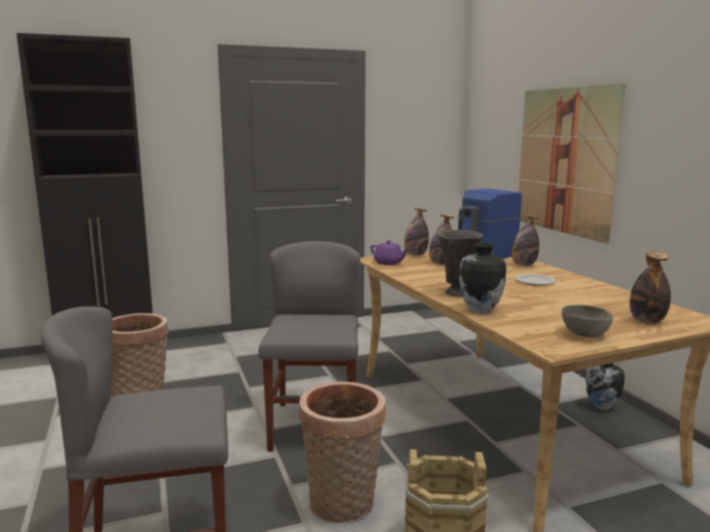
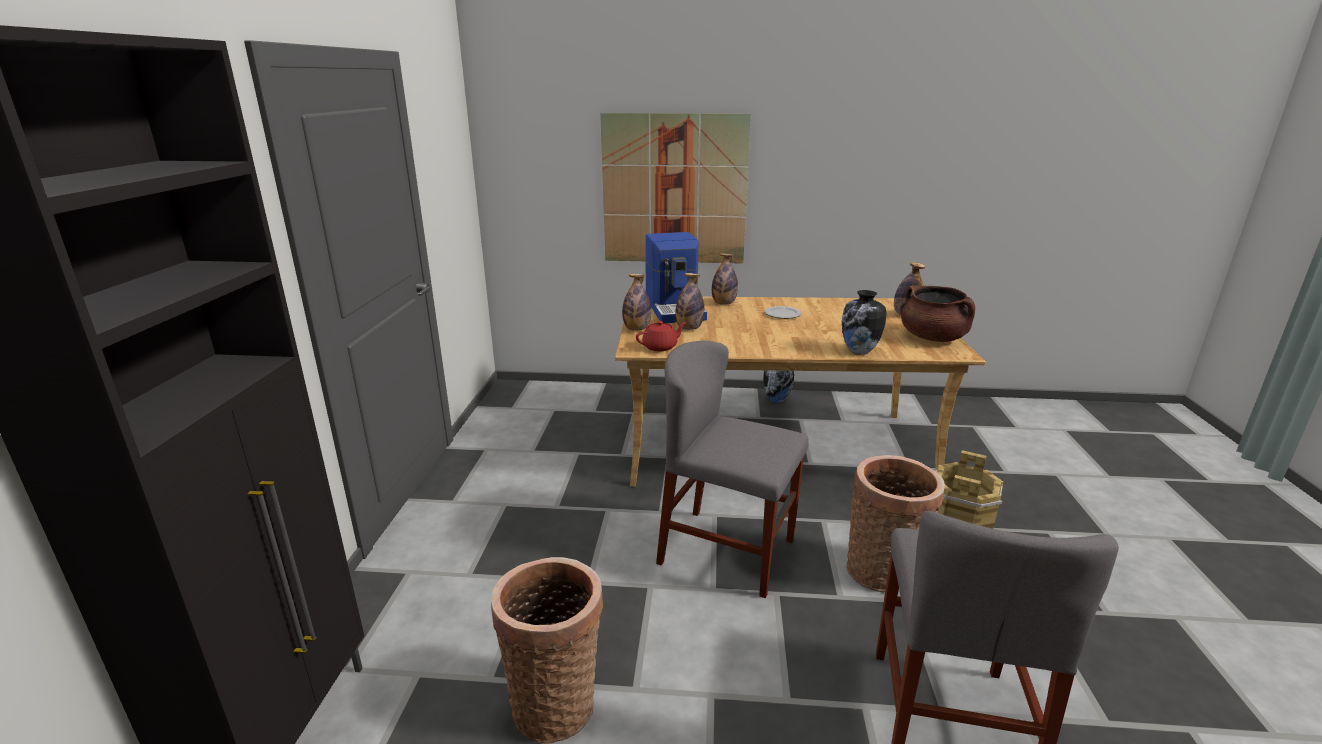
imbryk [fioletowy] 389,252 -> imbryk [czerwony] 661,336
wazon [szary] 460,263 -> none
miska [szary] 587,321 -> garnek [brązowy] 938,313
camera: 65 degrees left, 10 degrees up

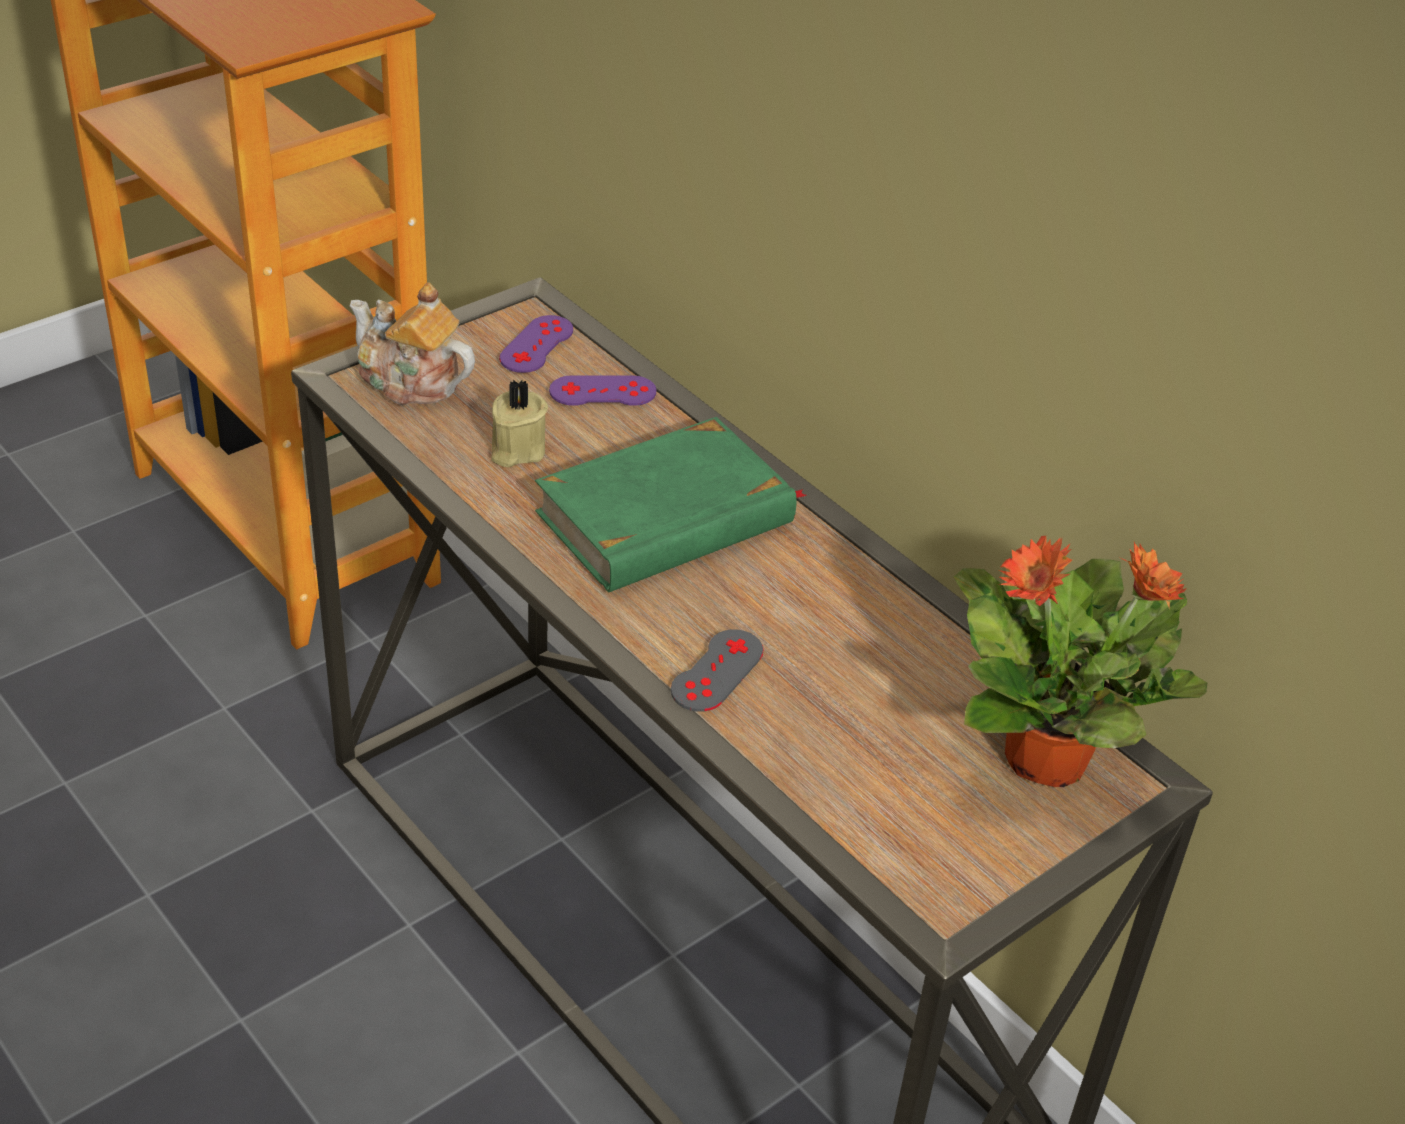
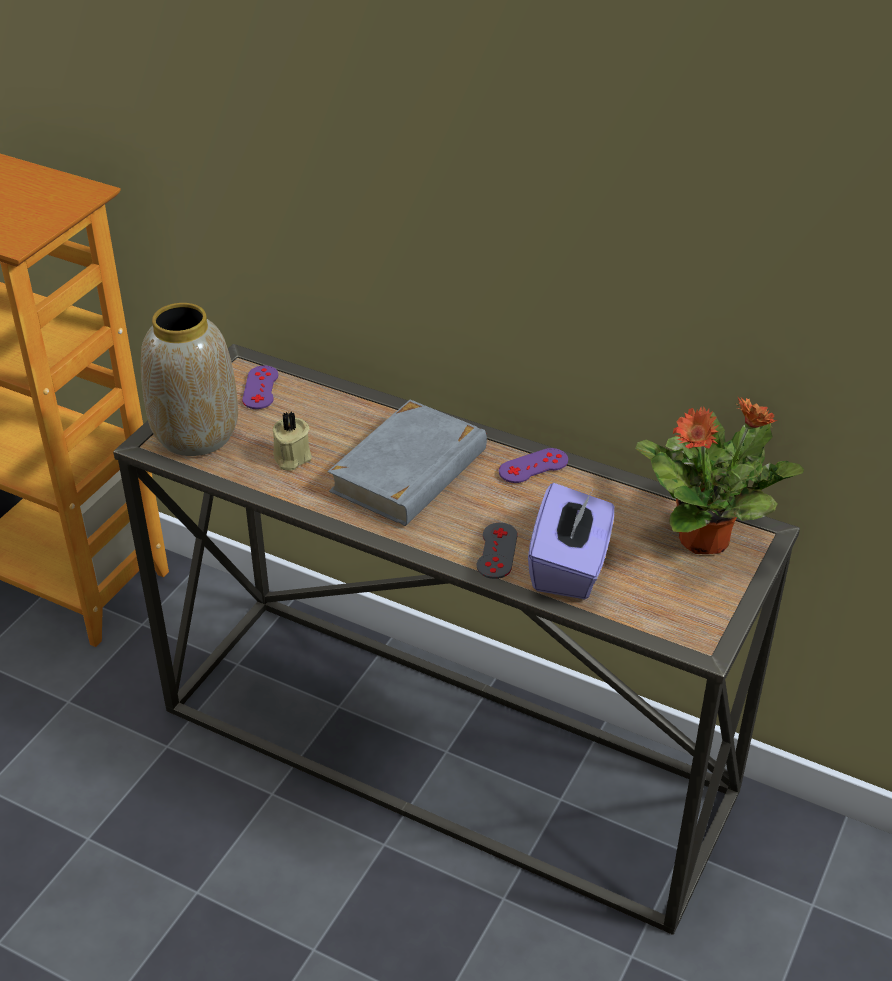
imbryk 412,343 -> wazon 189,379
książka [zielony] 671,504 -> książka [szary] 407,463
pad do gier [fioletowy] 602,390 -> pad do gier [fioletowy] 533,465, moved
none -> pudełko chusteczek [fioletowy] 571,541
camera: 20 degrees left, 0 degrees up

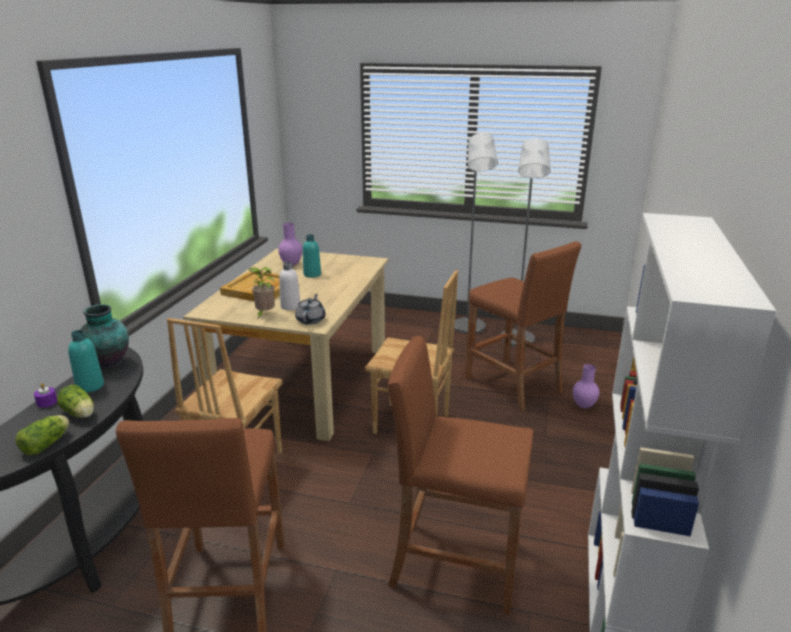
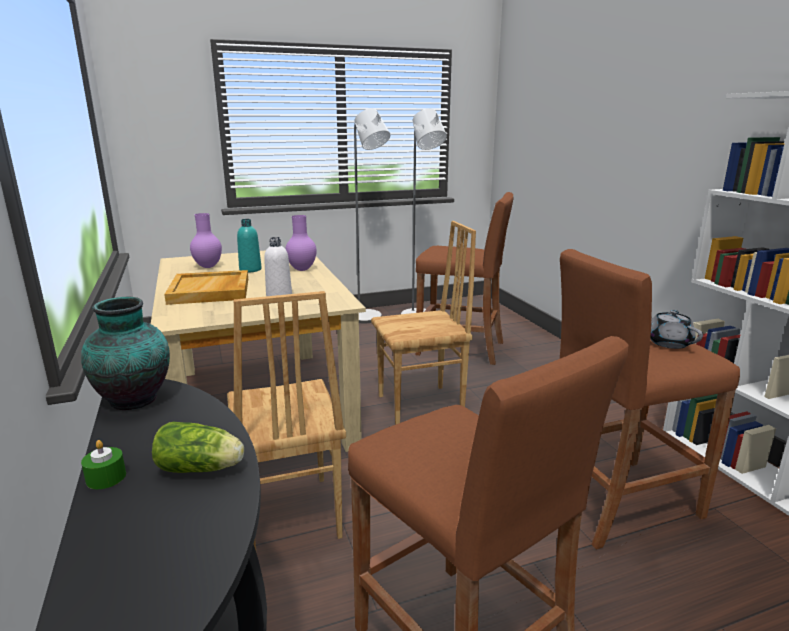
sałata 42,435 -> none
świeca [fioletowy] 45,395 -> świeca [zielony] 103,464
butelka [turkusowy] 86,361 -> none
roślina doniczkowa 261,293 -> none
imbryk [szary] 310,309 -> imbryk [szary] 676,329, moved
wazon [fioletowy] 586,386 -> wazon [fioletowy] 301,243, moved
camera: 35 degrees left, 5 degrees down

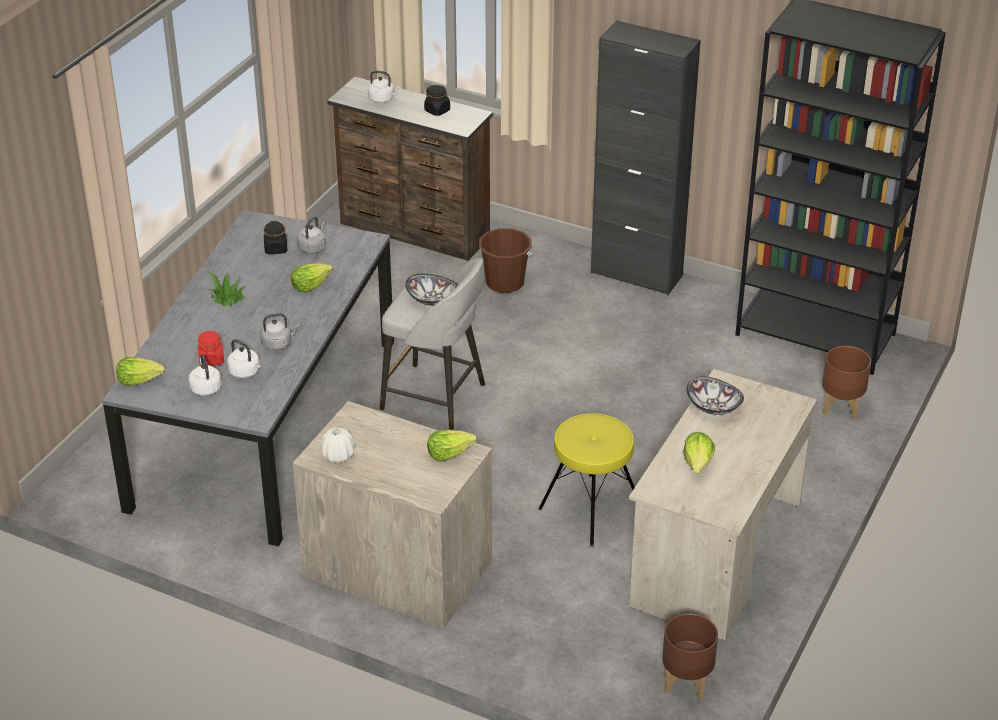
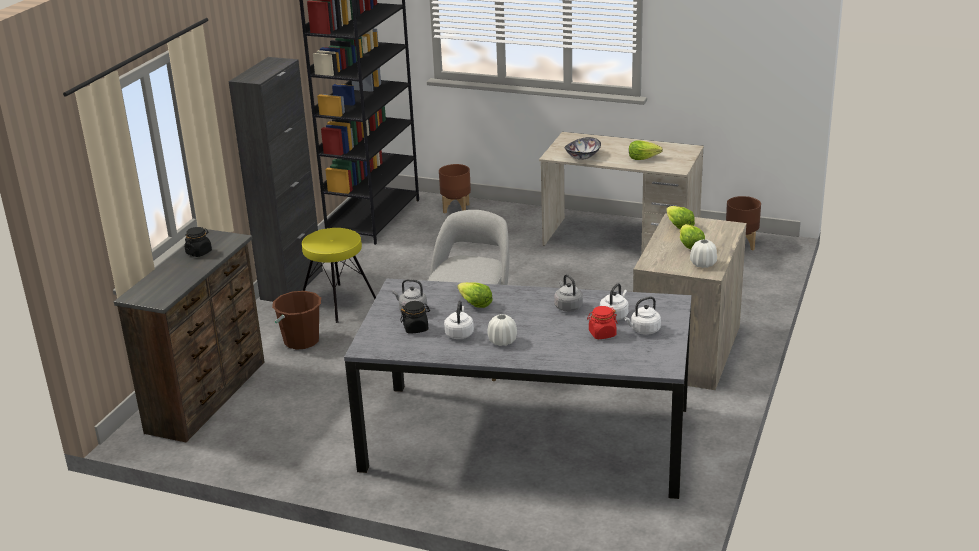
sałata 140,371 -> sałata 692,236, moved
roślina doniczkowa 225,289 -> wazon [biały] 502,330
czajnik [biały] 384,87 -> czajnik [biały] 459,320, moved
miska 431,290 -> none
stołek [żółty] 586,480 -> stołek [żółty] 339,275, moved
camera: 95 degrees left, 10 degrees down

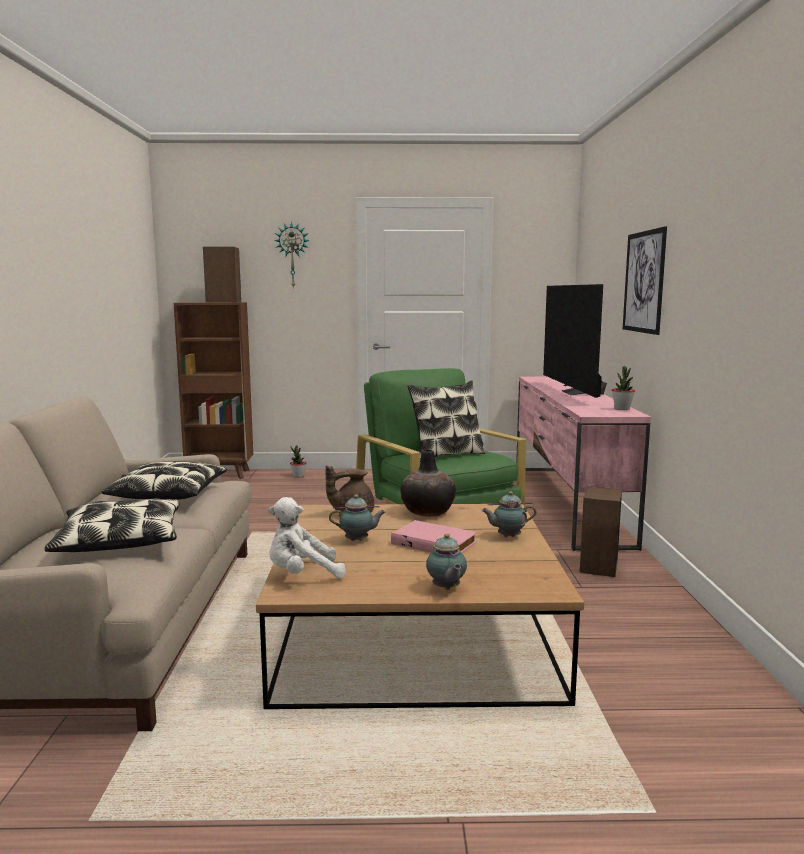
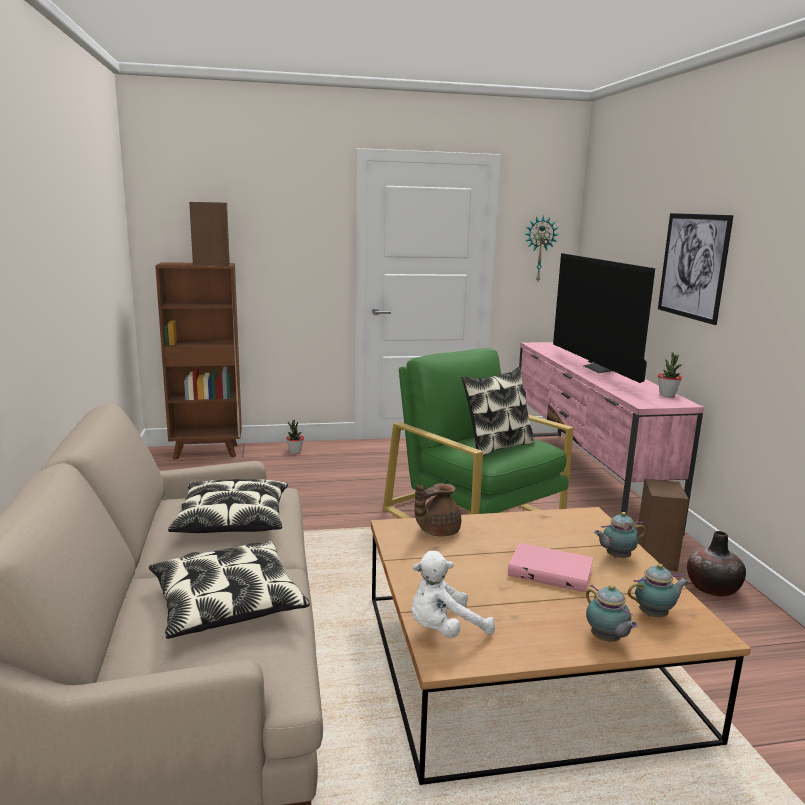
zegar ścienny 292,255 -> zegar ścienny 542,248, moved
imbryk 357,518 -> imbryk 658,590, moved
wazon 428,483 -> wazon 716,564, moved
camera: 10 degrees left, 5 degrees up

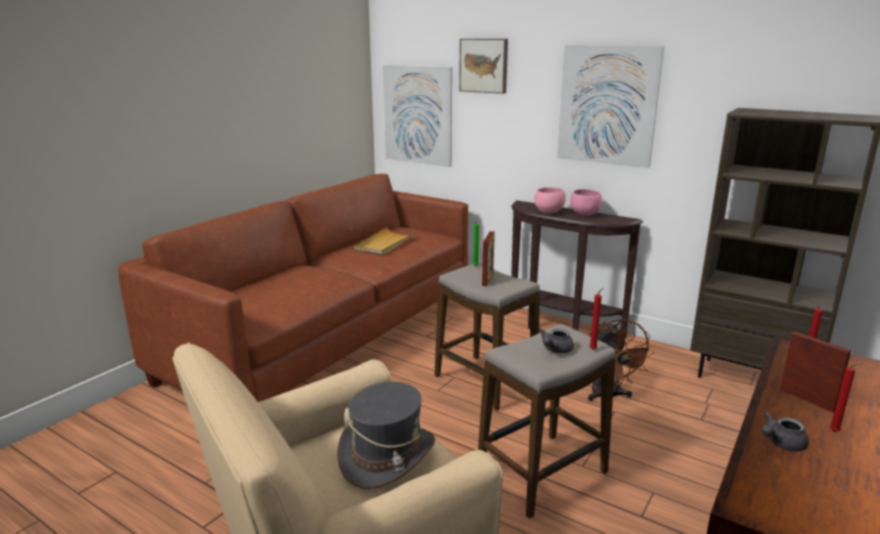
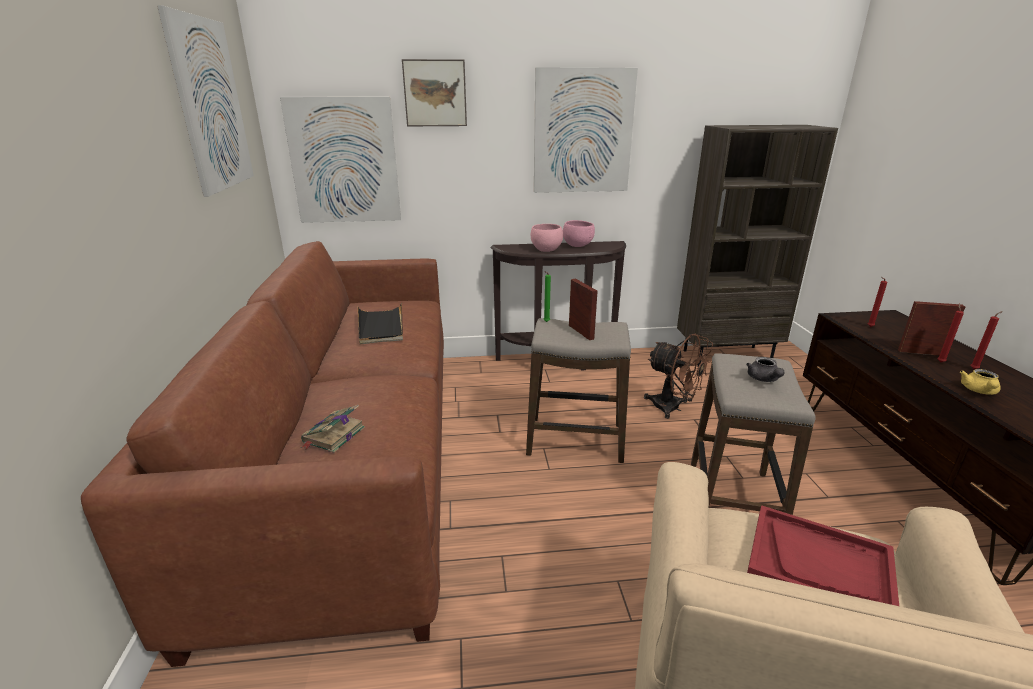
kapelusz [szary] 386,435 -> taca [czerwony] 823,555
taca [beżowy] 385,241 -> taca [czarny] 380,323
świeca [czerwony] 596,319 -> świeca [czerwony] 950,333, moved
imbryk [szary] 785,431 -> imbryk [żółty] 980,382
none -> obraz 205,101
none -> książka 333,429
camera: 40 degrees left, 5 degrees up

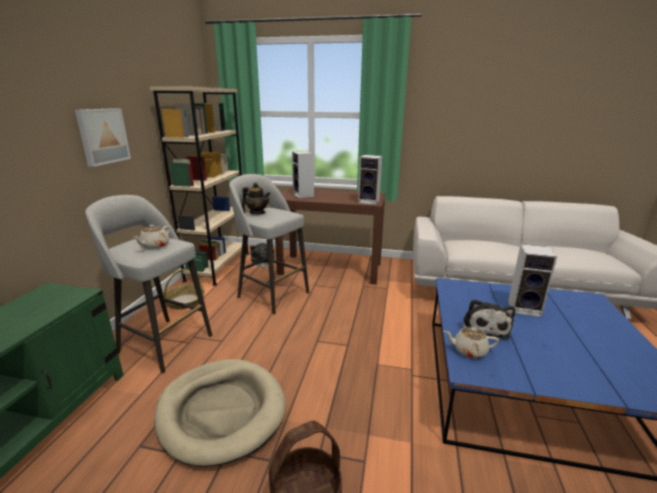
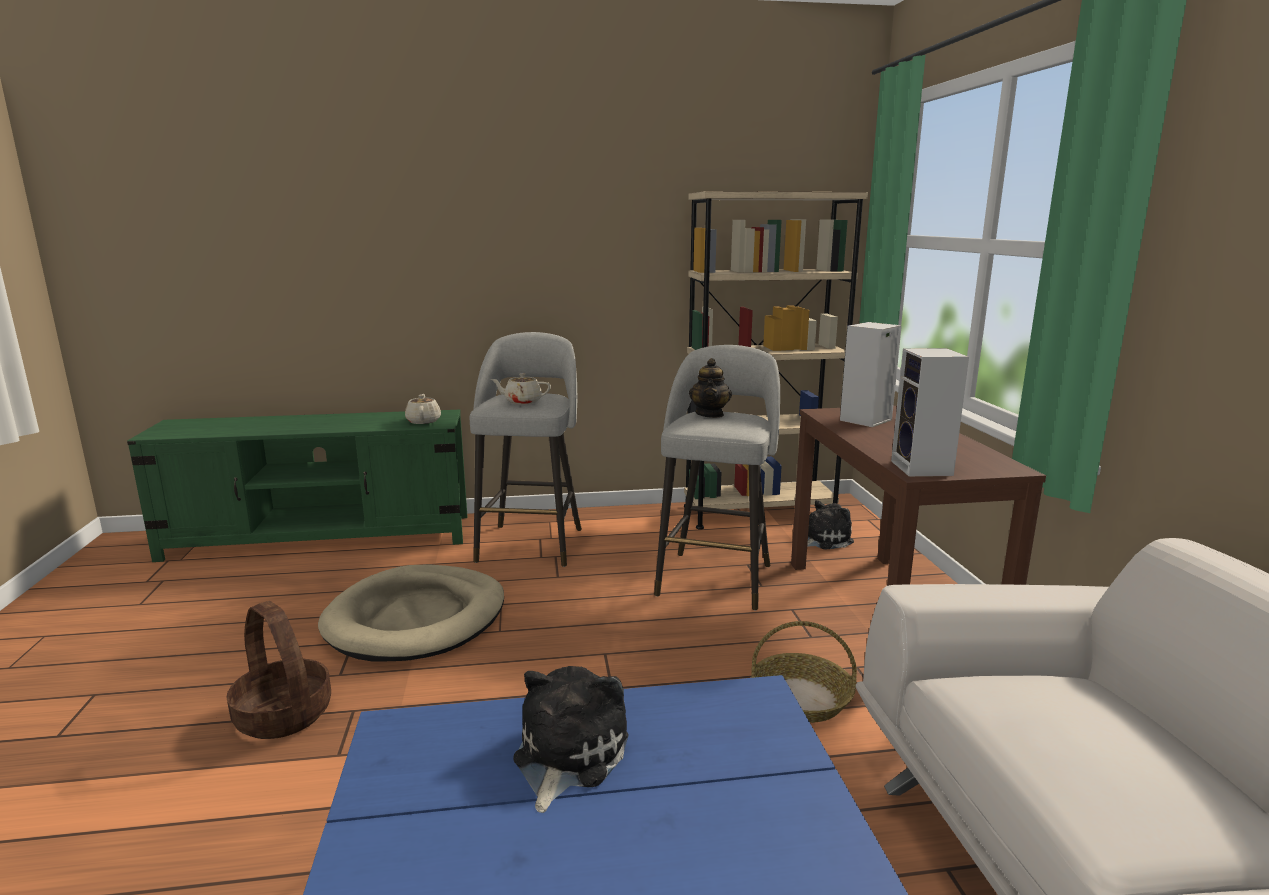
obraz 103,137 -> none
koszyk 184,289 -> koszyk 804,672, moved
imbryk [beżowy] 471,342 -> imbryk [beżowy] 423,409, moved
pluszak 489,319 -> pluszak 571,739, 120 degrees clockwise
głośnik 532,280 -> none
camera: 70 degrees right, 5 degrees down

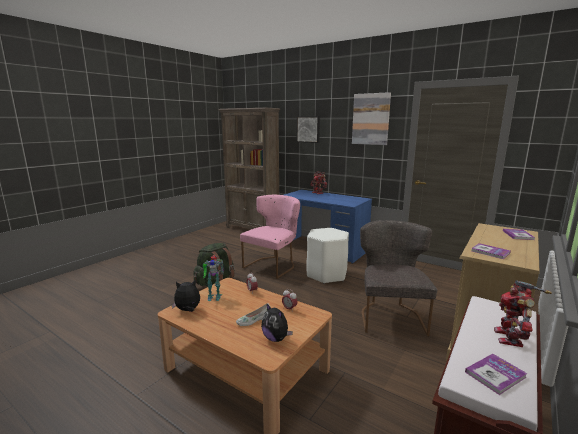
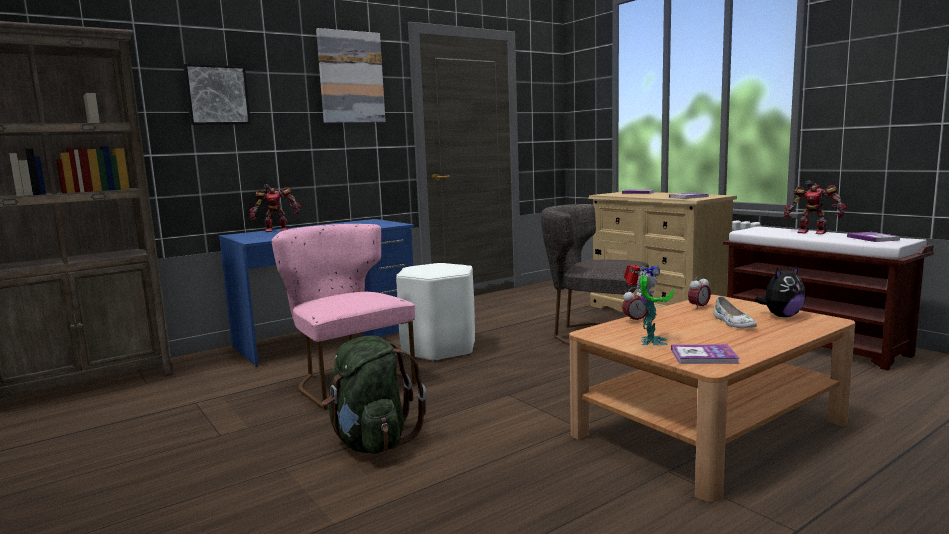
pluszak 186,295 -> książka 705,354
camera: 70 degrees left, 5 degrees down

